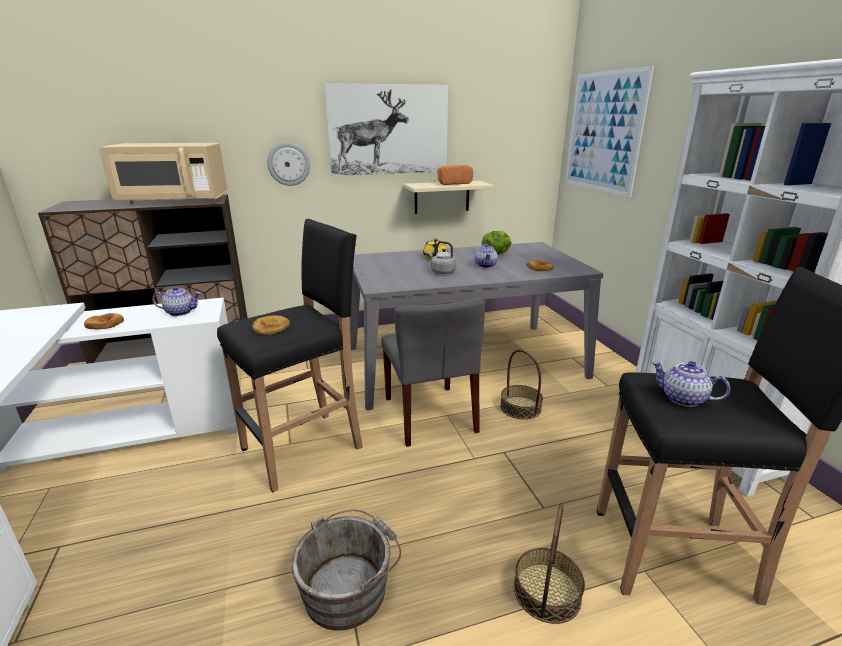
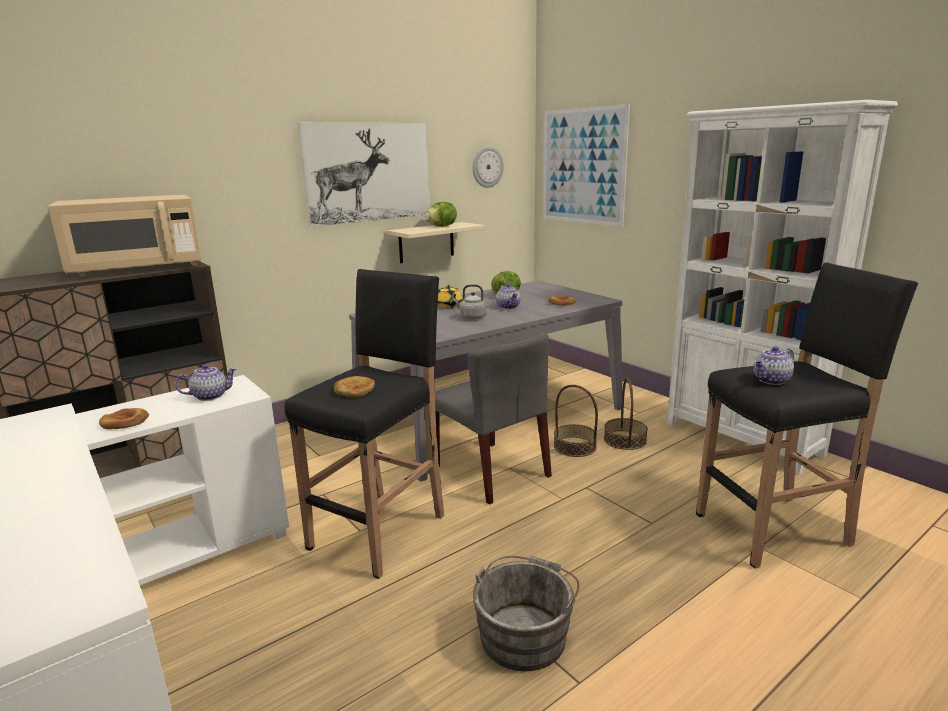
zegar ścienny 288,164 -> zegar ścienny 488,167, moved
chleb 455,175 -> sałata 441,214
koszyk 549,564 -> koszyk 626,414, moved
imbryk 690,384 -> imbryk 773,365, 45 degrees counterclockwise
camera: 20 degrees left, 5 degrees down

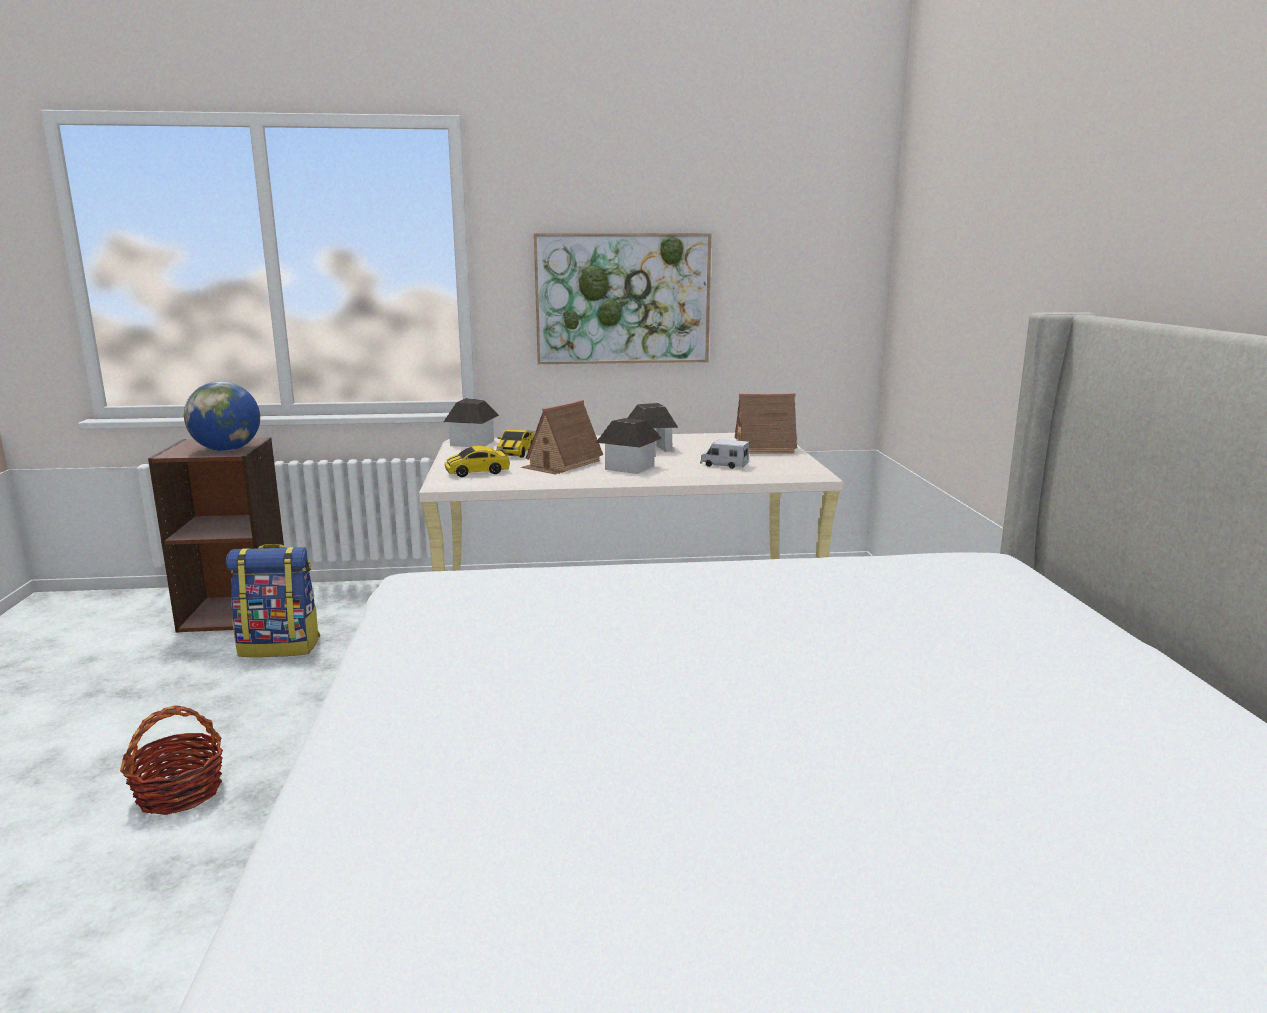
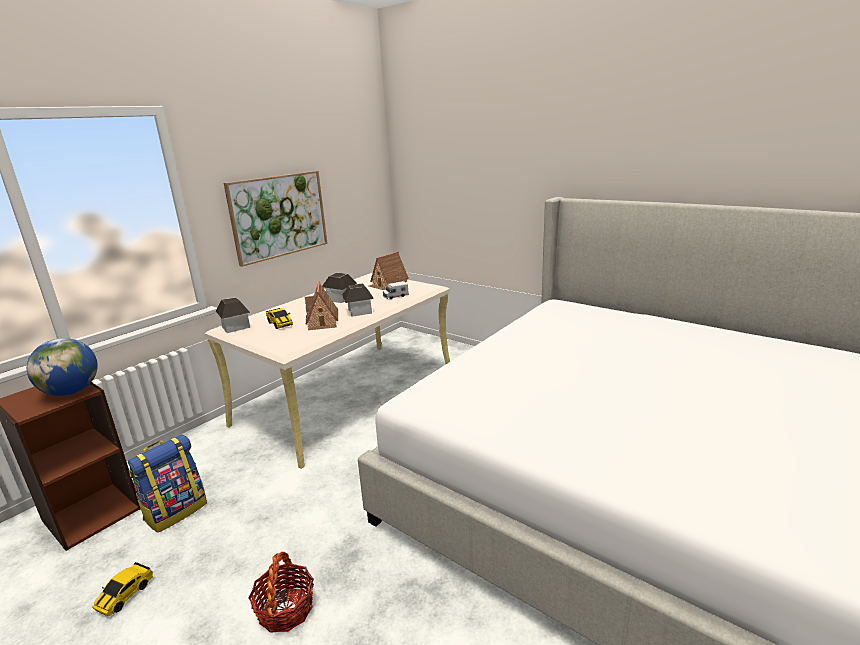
samochodzik 477,461 -> samochodzik 122,589, moved
camera: 45 degrees left, 5 degrees up

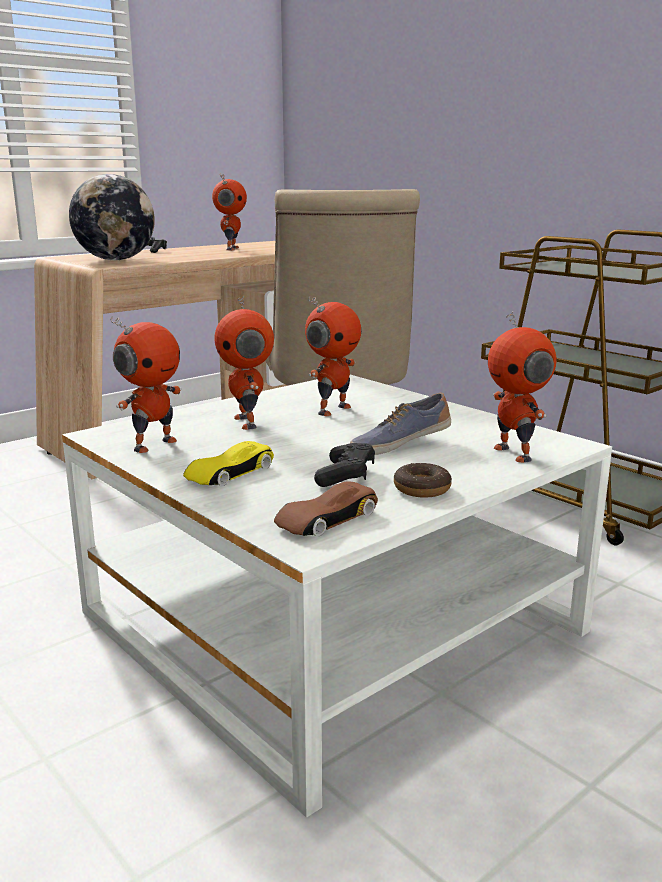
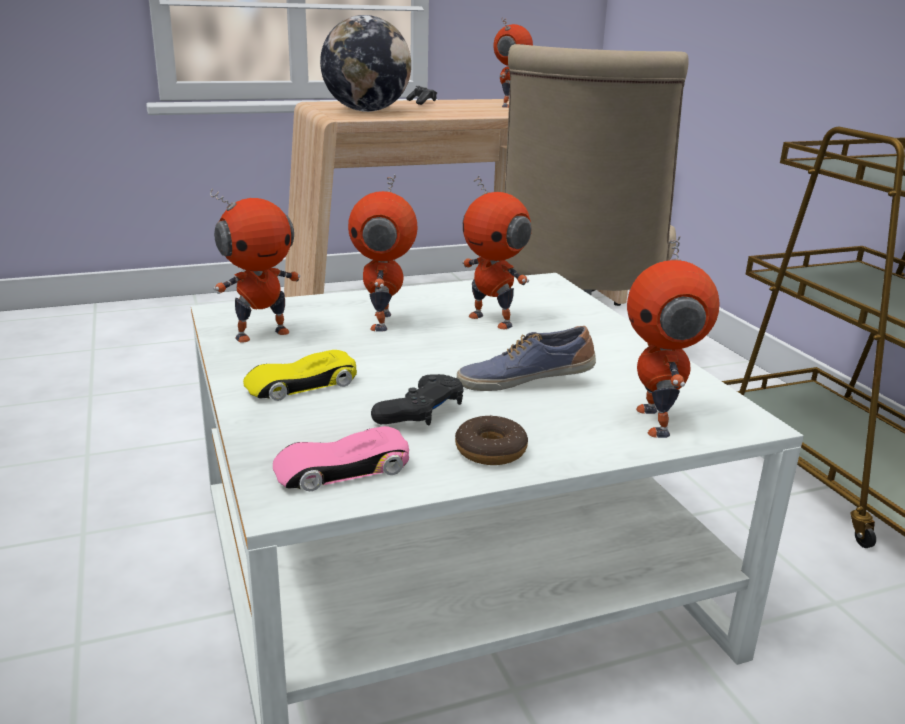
samochodzik [brązowy] 326,508 -> samochodzik [różowy] 341,458
robot zabawkowy 333,356 -> robot zabawkowy 497,252, 75 degrees clockwise
camera: 20 degrees right, 5 degrees up

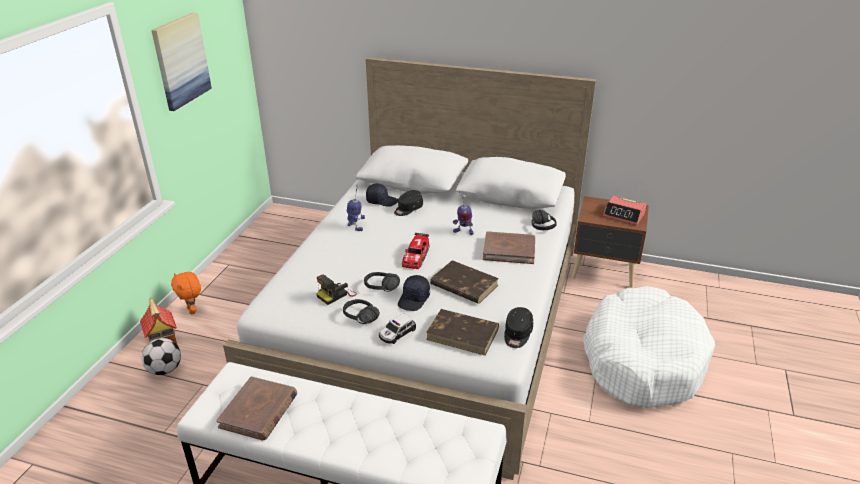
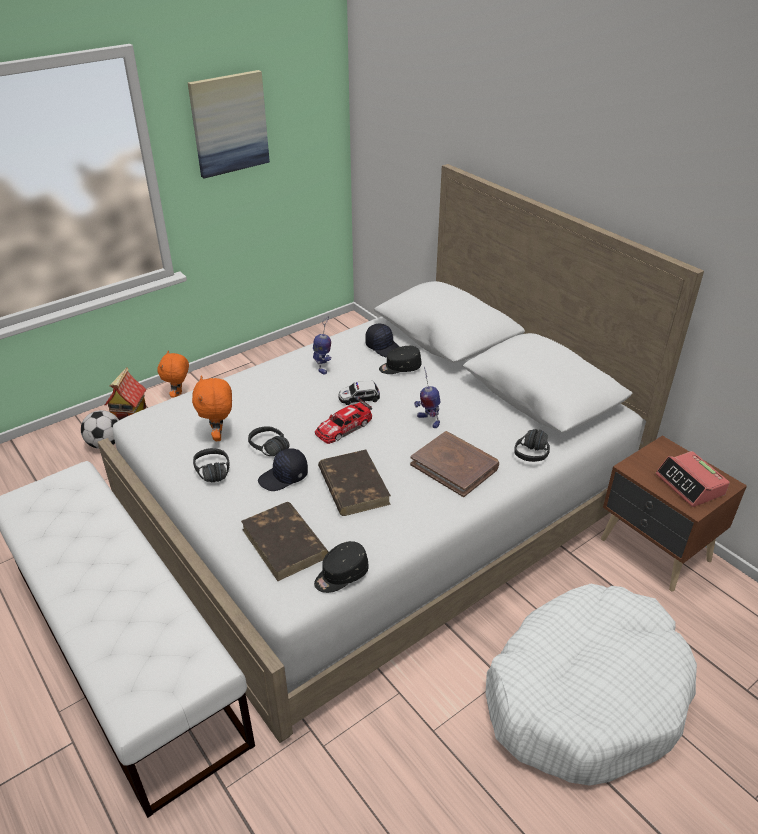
książka [brązowy] 256,408 -> none
aparat fotograficzny 336,290 -> pluszak [pomarańczowy] 212,408
samochodzik 397,328 -> samochodzik 359,393, moved
camera: 35 degrees right, 5 degrees up

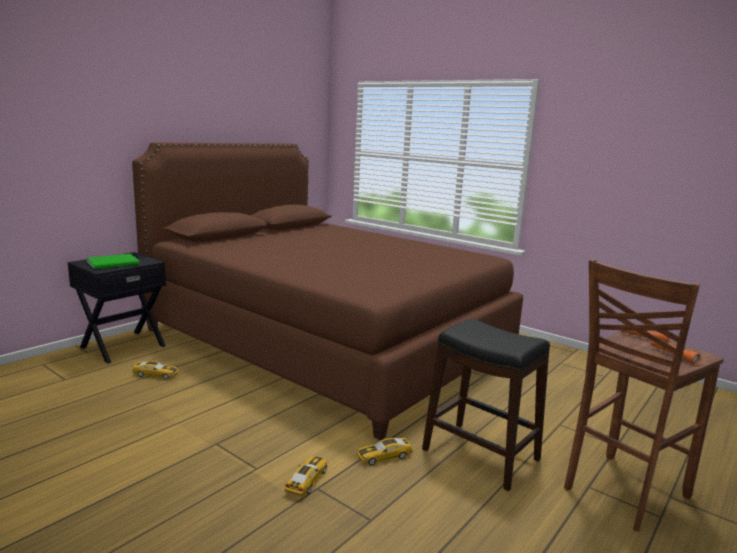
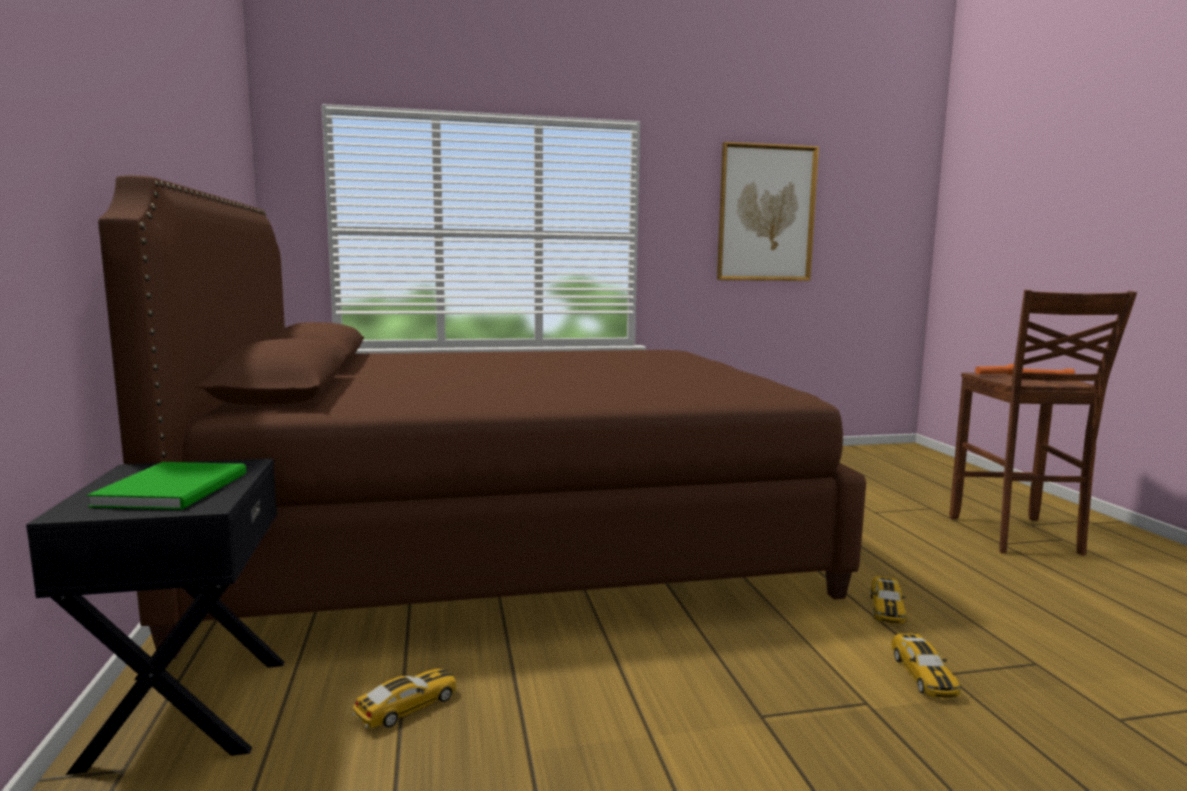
samochodzik 305,477 -> samochodzik 925,666, 150 degrees counterclockwise
stołek [czarny] 486,405 -> none
none -> obraz 768,211
camera: 50 degrees left, 5 degrees down

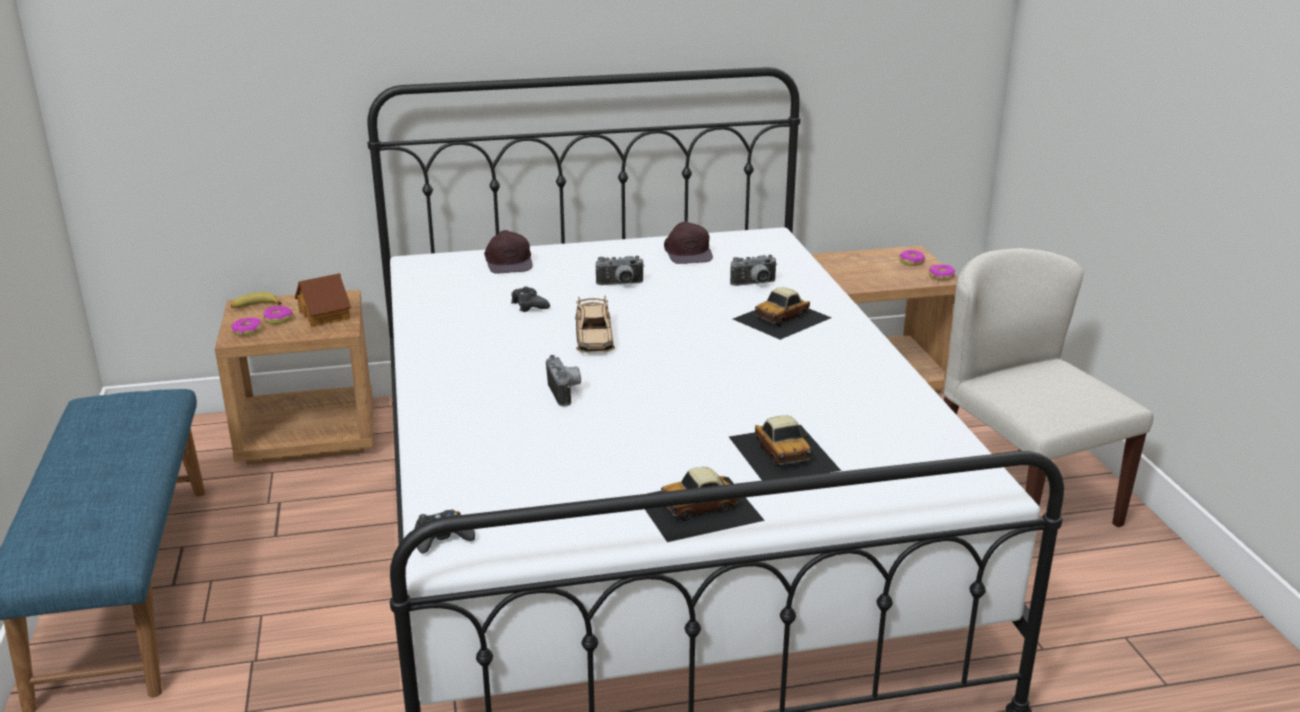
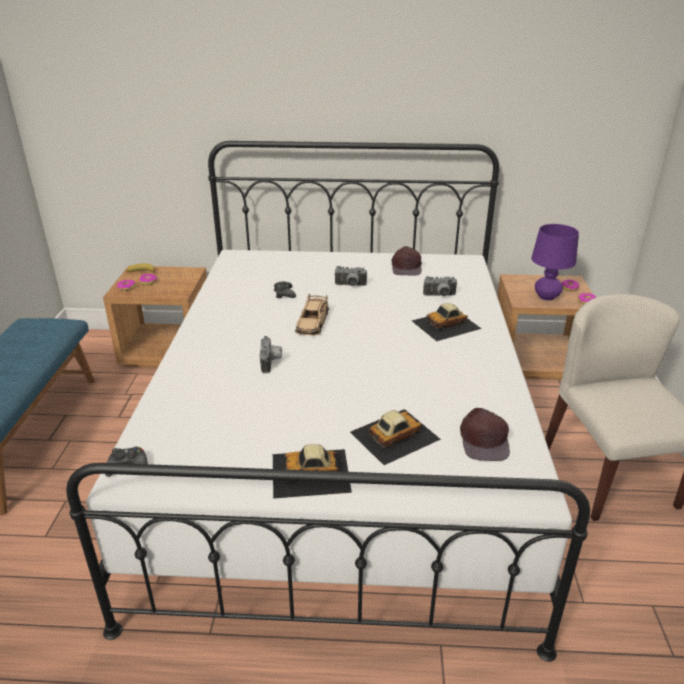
domek 323,300 -> none
czapka z daszkiem [brązowy] 508,252 -> czapka z daszkiem [brązowy] 485,434, moved
samochodzik 785,448 -> samochodzik 395,437, 120 degrees counterclockwise
none -> lampa stołowa [fioletowy] 555,262
camera: 15 degrees right, 5 degrees up

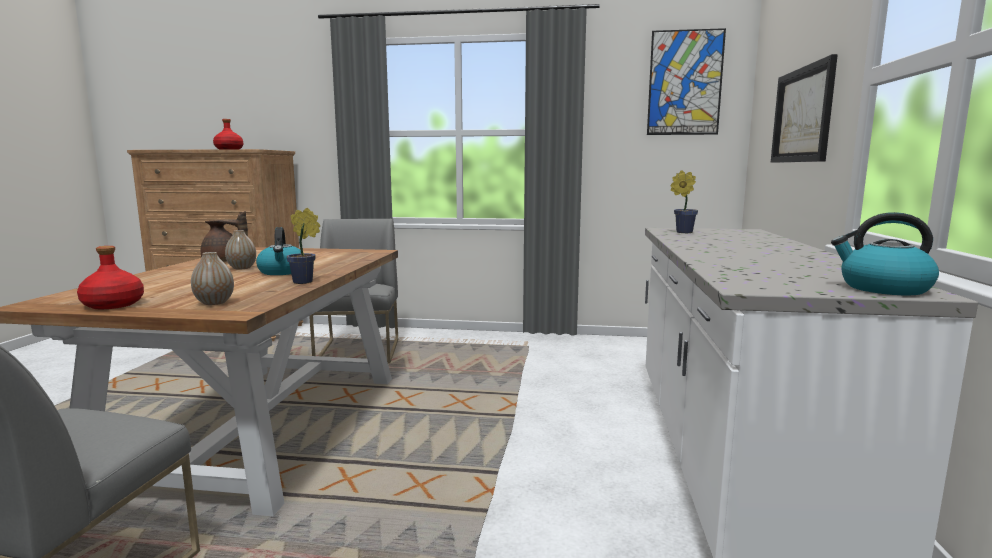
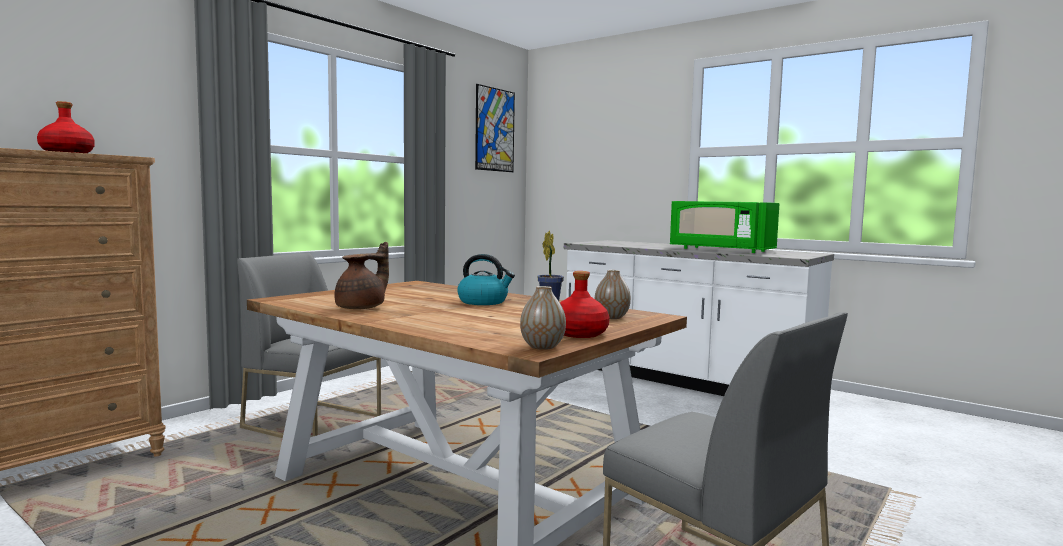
wazon 240,250 -> wazon 543,318, moved
roślina doniczkowa 684,201 -> none
obraz 804,108 -> none
czajnik 885,253 -> none
none -> mikrofalówka [zielony] 725,227
camera: 60 degrees left, 5 degrees down

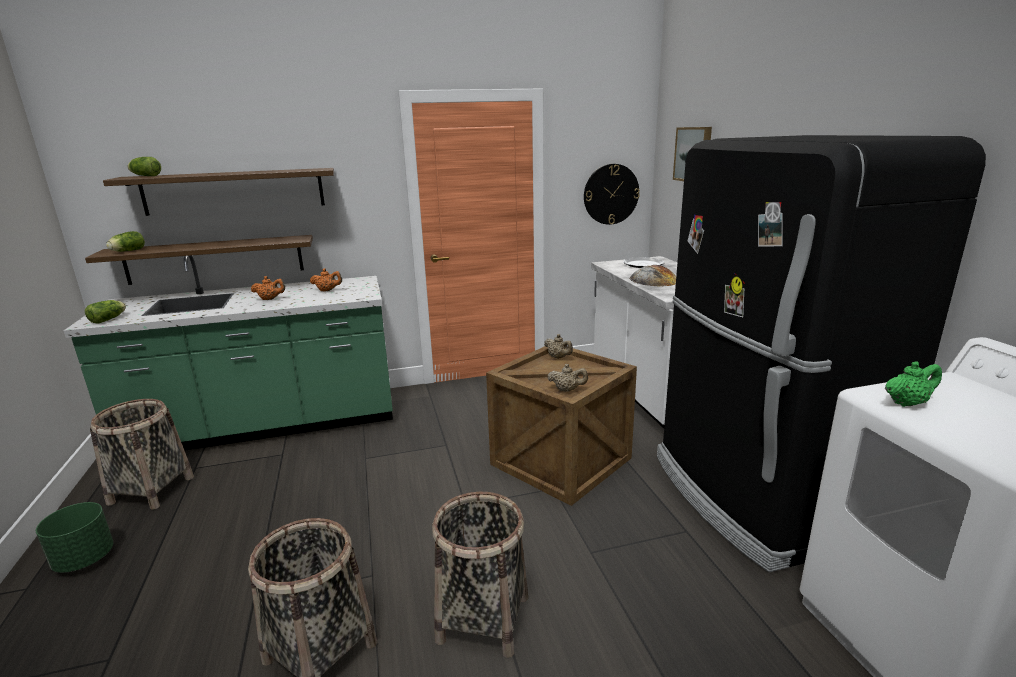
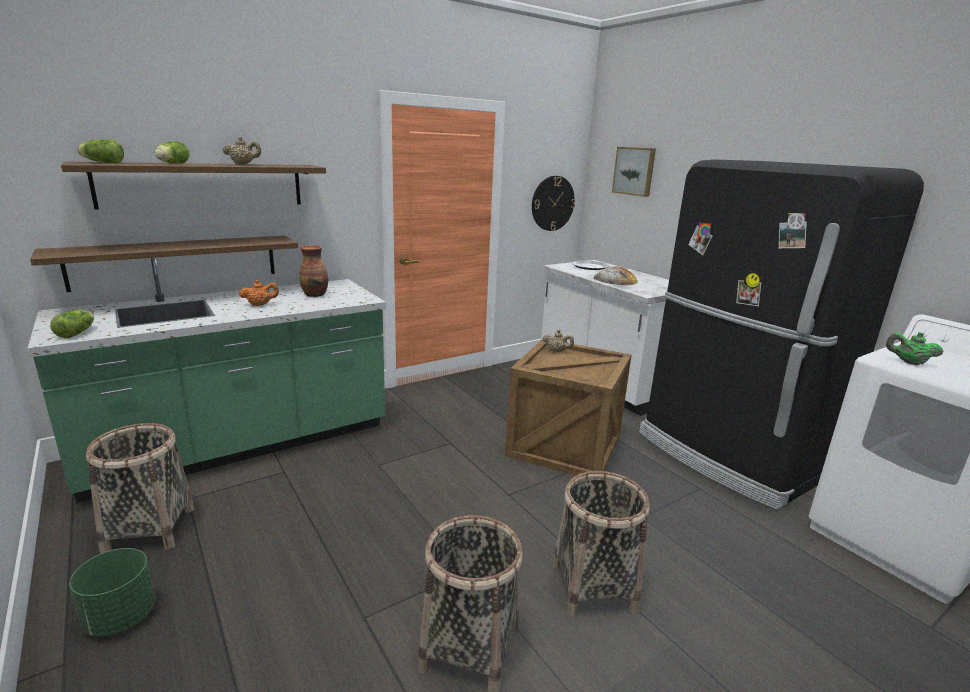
sałata 125,241 -> sałata 172,153, moved
imbryk [pomarańczowy] 326,280 -> wazon 313,271
imbryk [beżowy] 567,378 -> imbryk [beżowy] 242,150, moved
imbryk [zielony] 913,384 -> imbryk [zielony] 915,348, 120 degrees counterclockwise
camera: 20 degrees left, 0 degrees up

